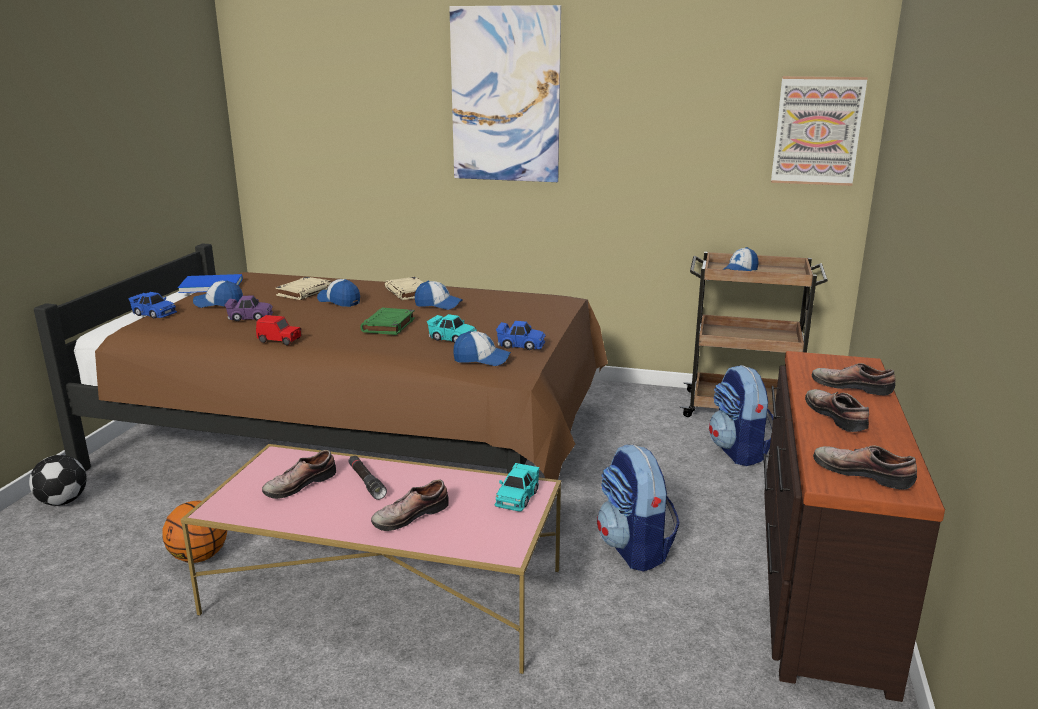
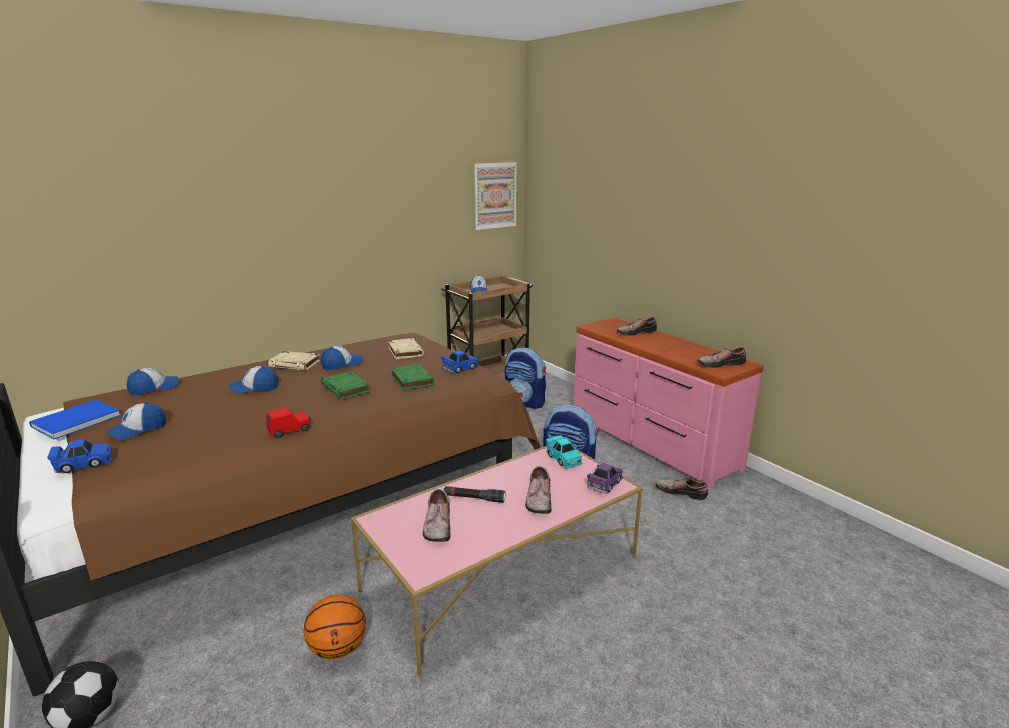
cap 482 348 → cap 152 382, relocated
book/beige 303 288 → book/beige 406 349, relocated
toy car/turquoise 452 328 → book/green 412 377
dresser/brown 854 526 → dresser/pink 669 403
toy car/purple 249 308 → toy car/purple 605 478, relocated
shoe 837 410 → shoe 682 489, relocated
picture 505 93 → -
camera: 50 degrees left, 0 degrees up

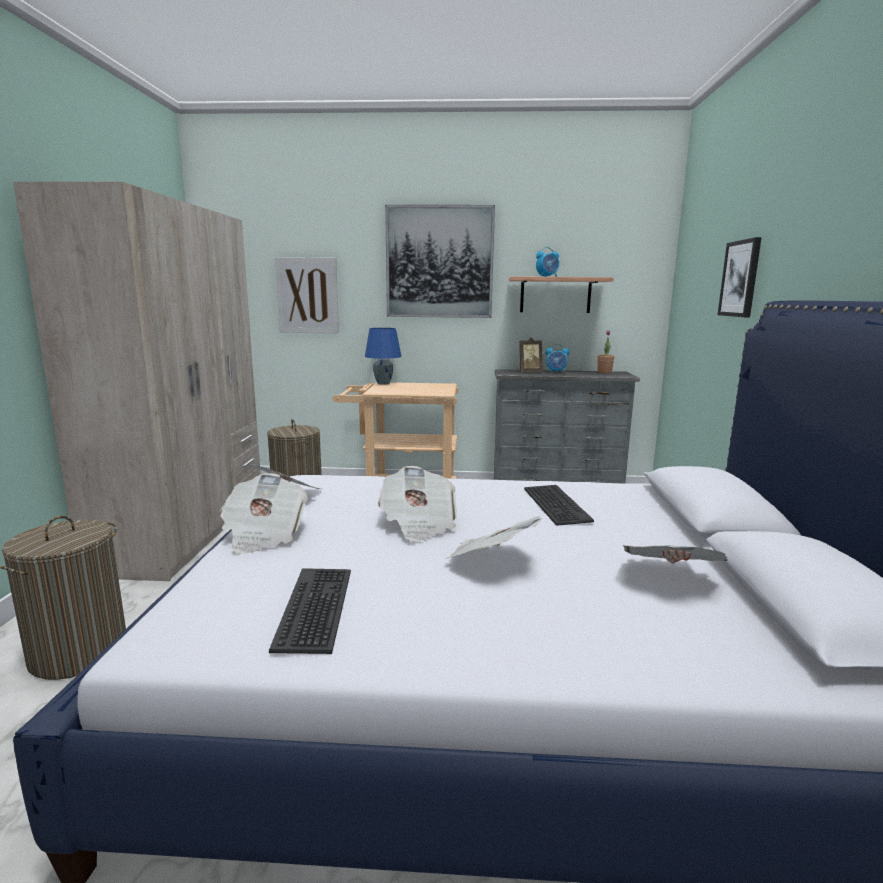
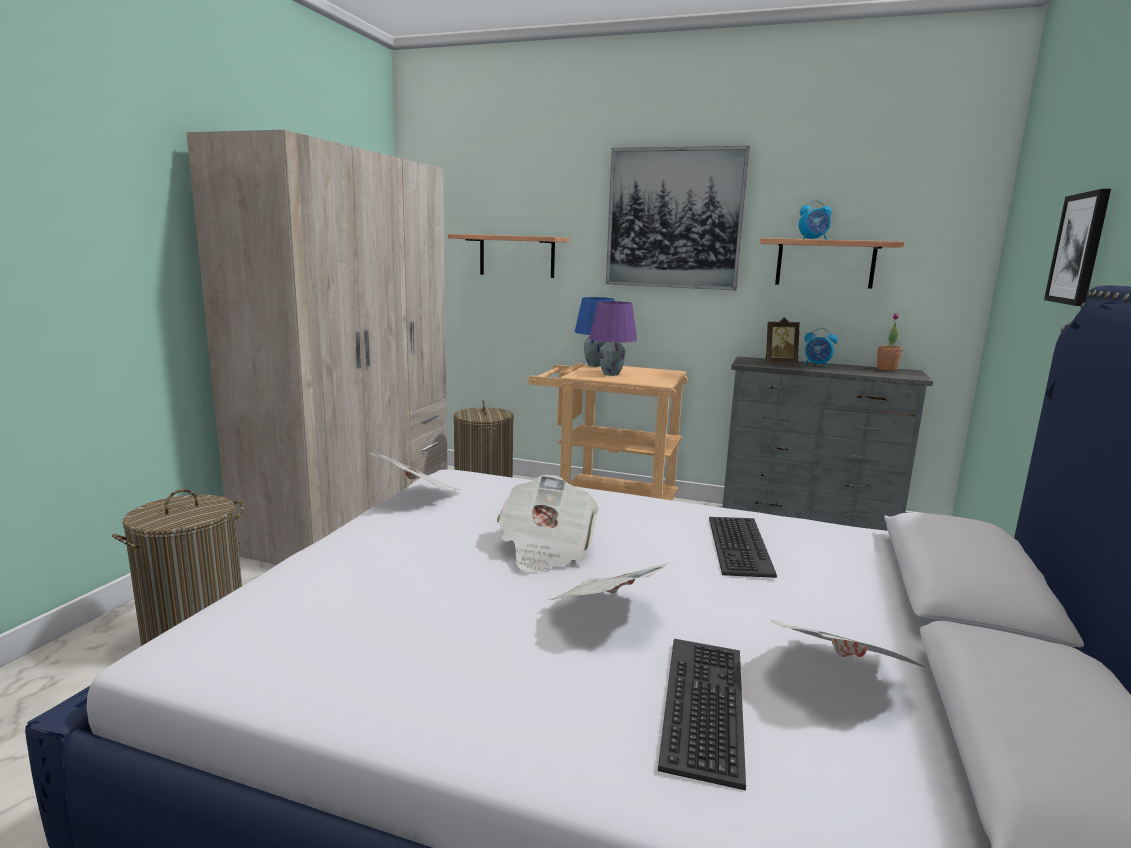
picture 307 295 → shelf 508 256
- → table lamp/purple 613 338
keyboard 310 611 → keyboard 702 715, relocated
newspaper 263 513 → -
camera: 15 degrees right, 0 degrees up

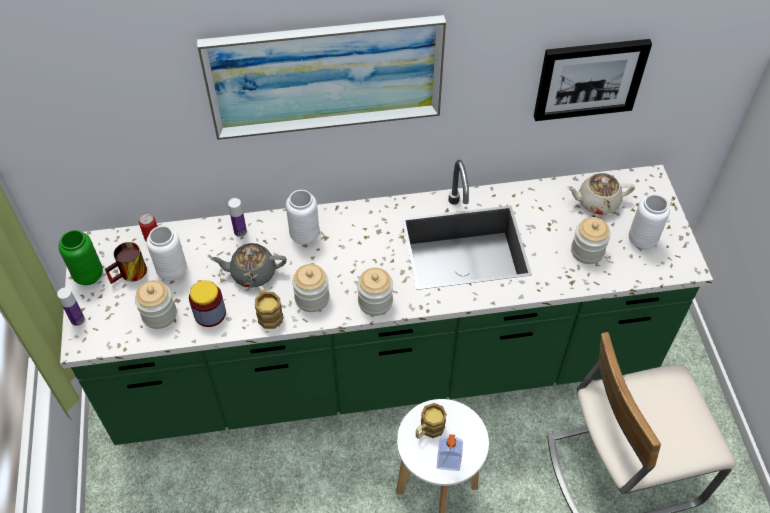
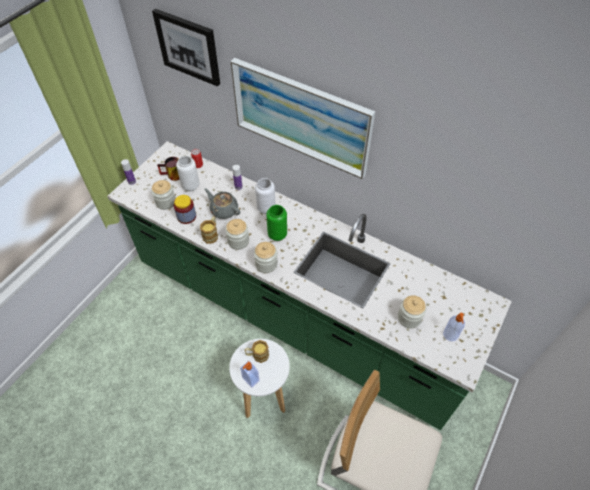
picture 593 80 → picture 186 48, relocated
vase/green 80 257 → vase/green 276 223, relocated
vase/white 649 221 → soap dispenser 454 327
teapot/beige 600 194 → -
camera: 40 degrees right, 0 degrees up

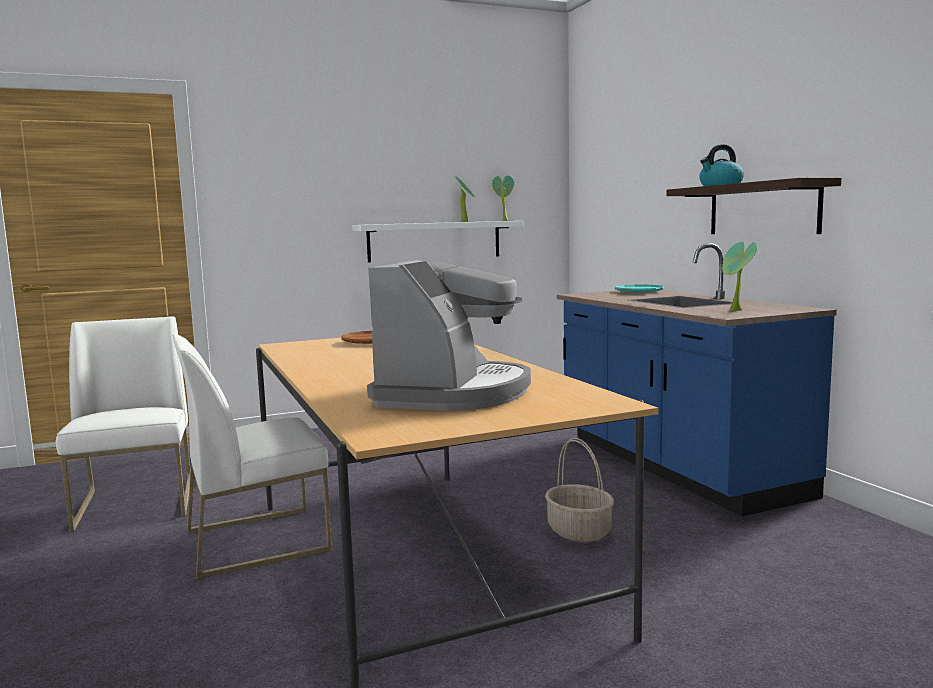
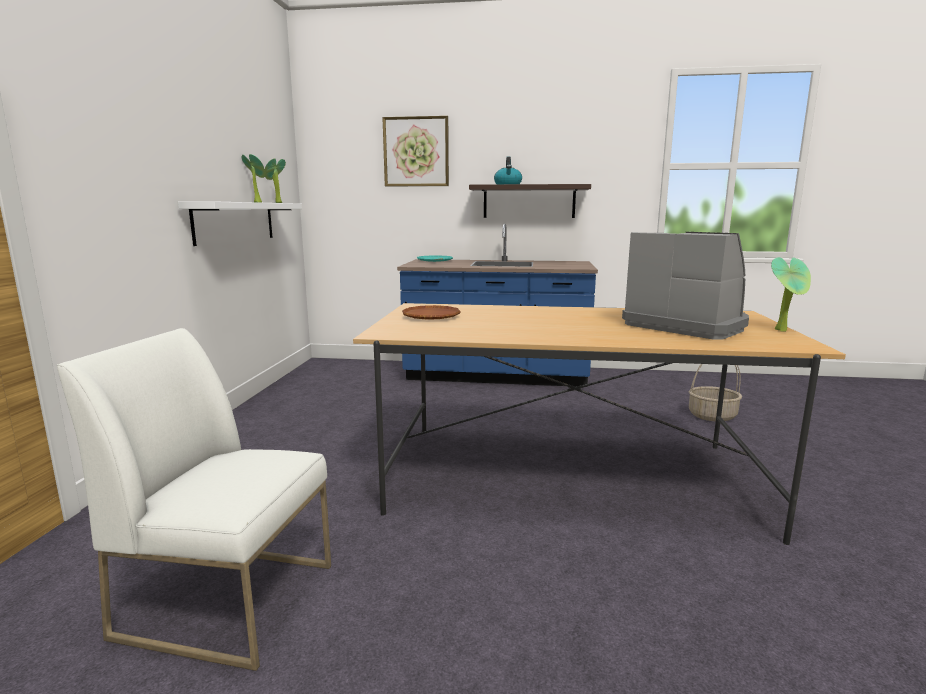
- → picture 415 151
basket 579 490 → basket 715 392, relocated
potted plant 739 276 → potted plant 791 294, relocated
chair/white 252 456 → -
camera: 60 degrees left, 5 degrees up

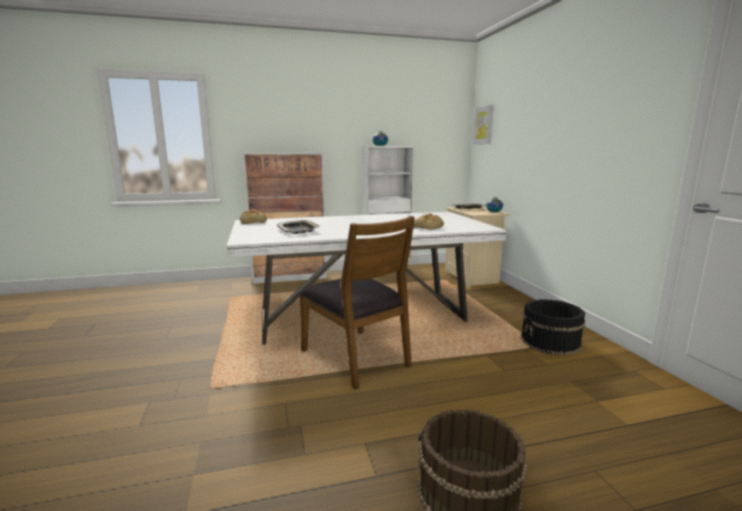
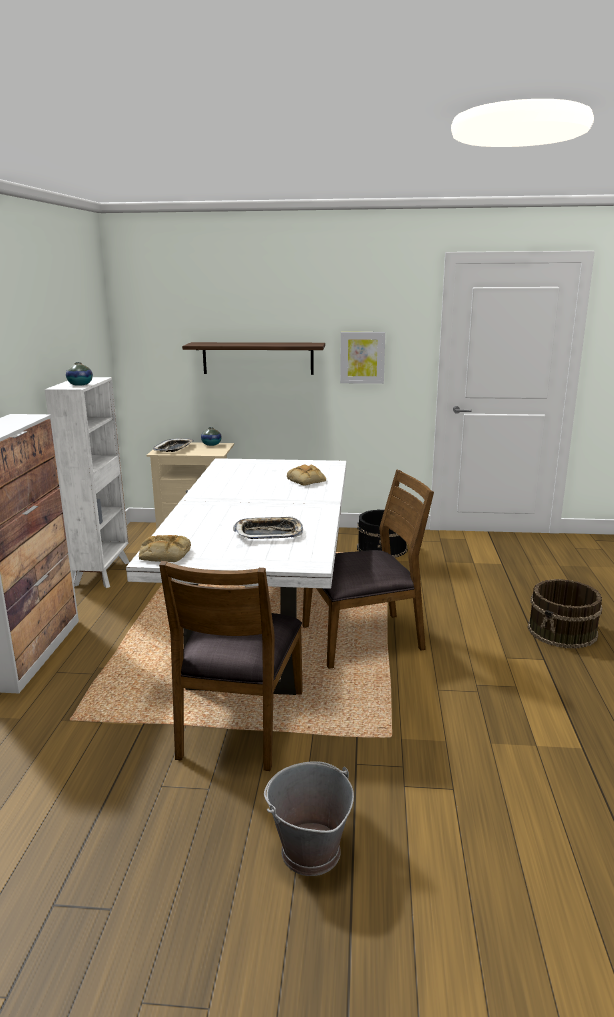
- → chair/brown 231 666
- → shelf 253 358
- → bucket/grey 309 818
picture 483 124 → picture 362 358, relocated
camera: 70 degrees left, 5 degrees up

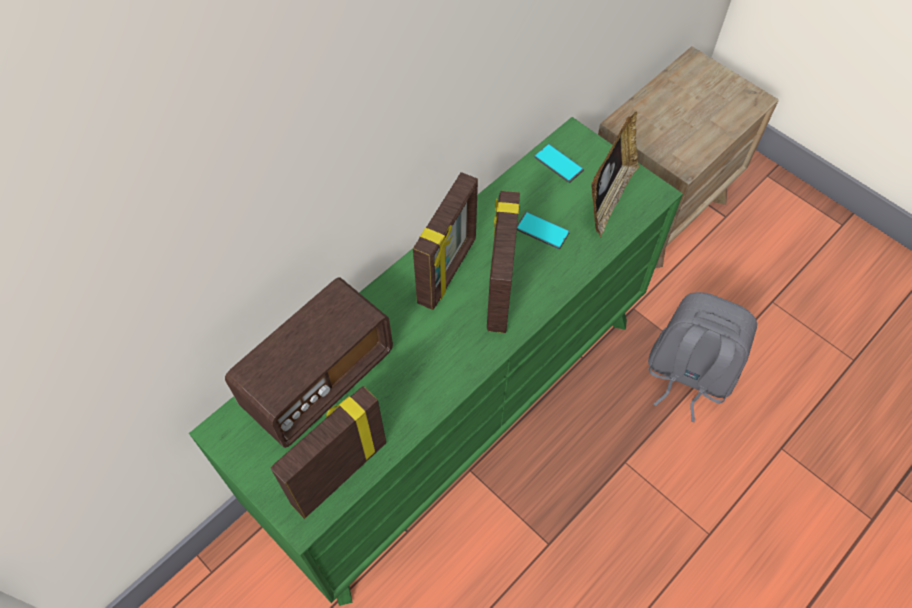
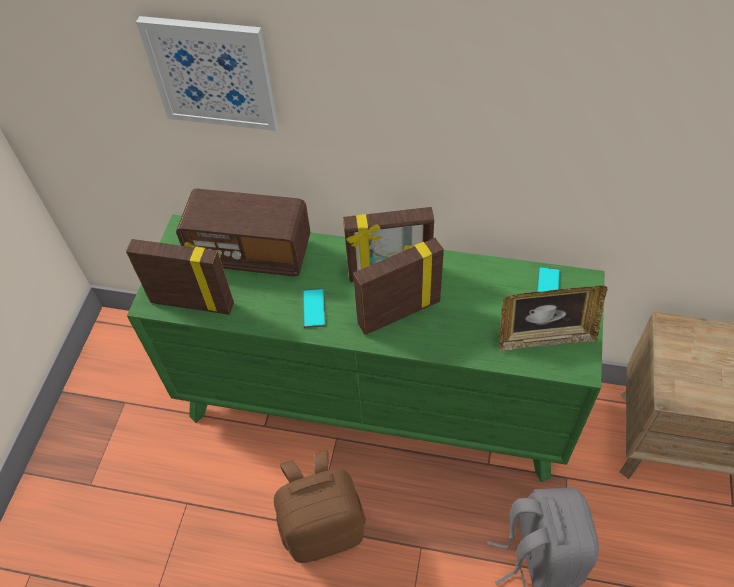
- → picture 207 73
- → backpack/brown 320 506
phone 543 230 → phone 314 308, relocated
camera: 60 degrees right, 5 degrees down

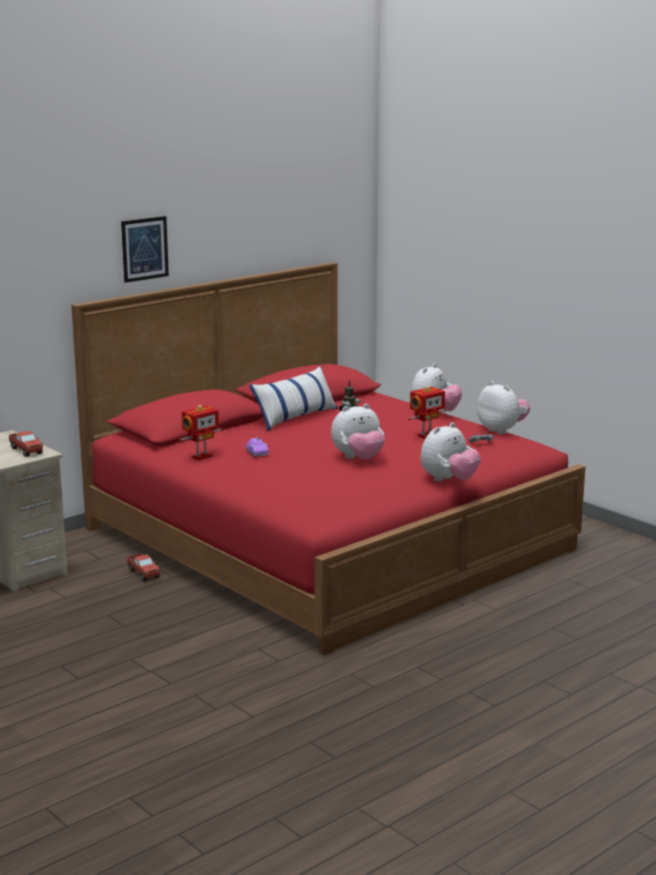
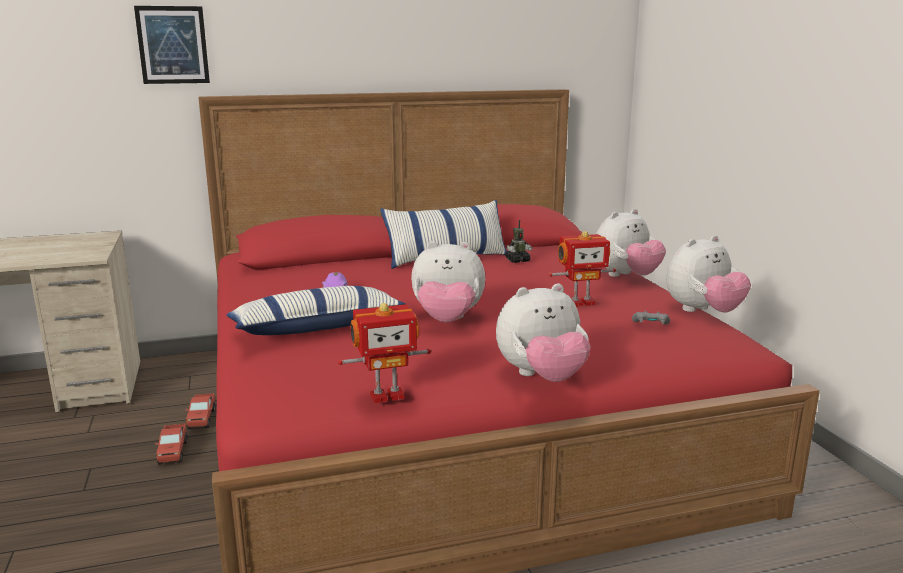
picture 145 249 → picture 172 45, relocated
toy truck 26 444 → toy truck 171 444, relocated
- → pillow 315 310
toy robot 200 432 → toy robot 384 353, relocated
plush toy 503 407 → plush toy 708 273, 75 degrees clockwise
camera: 25 degrees right, 0 degrees up

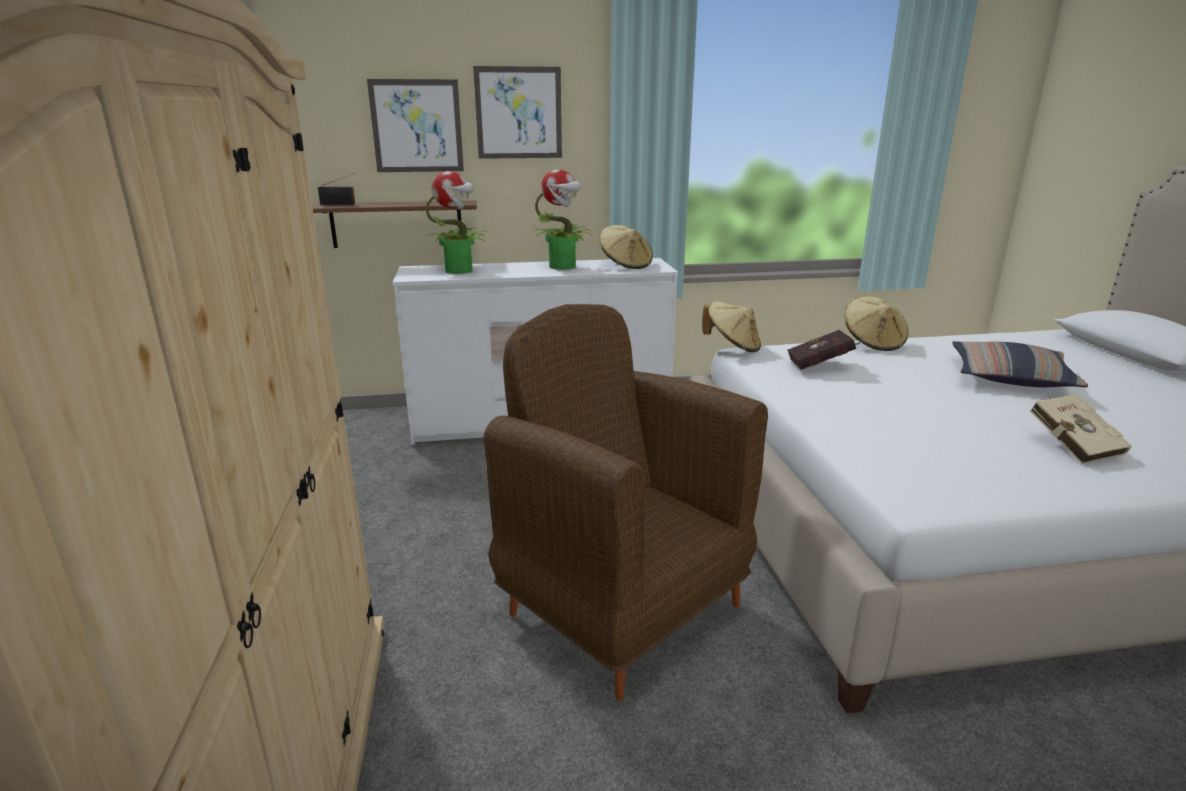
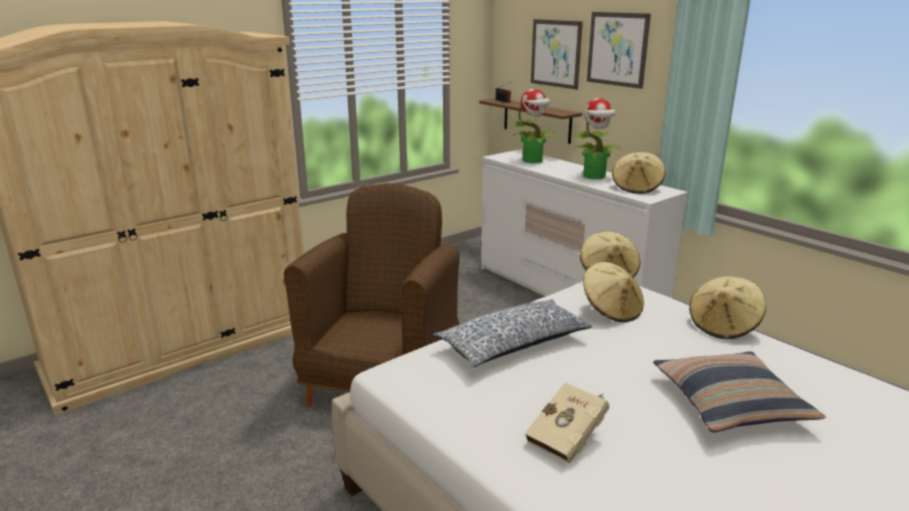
- → pillow 512 333
book/red 824 350 → hat/beige 613 292
camera: 60 degrees right, 0 degrees up

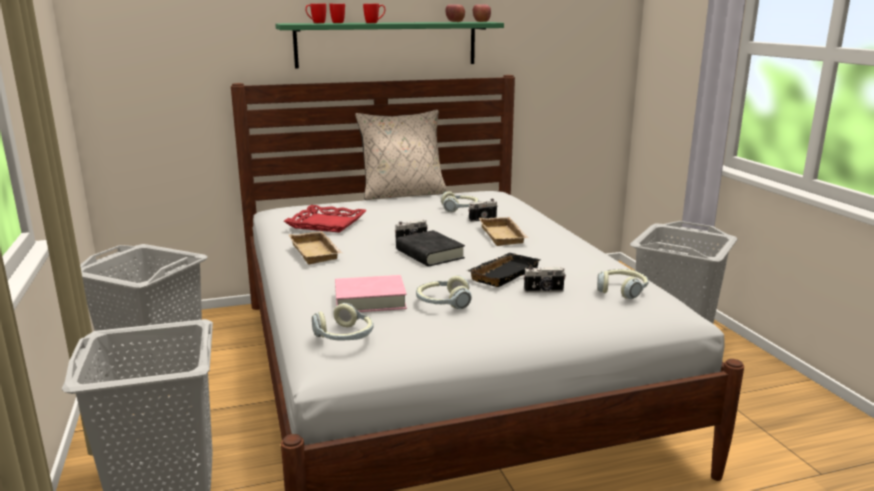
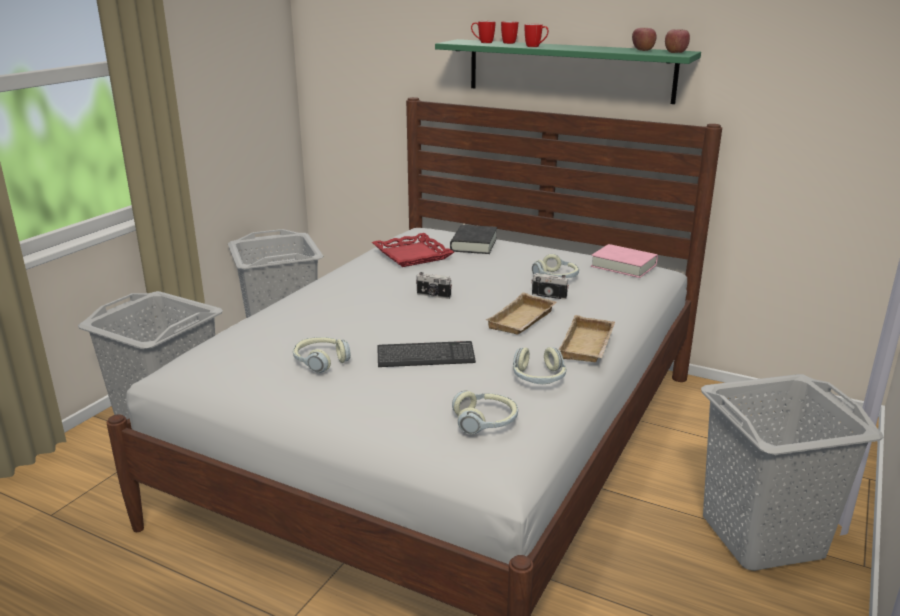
tray/black 503 270 → keyboard 426 354
book/black 430 248 → book/black 473 239, relocated
headphones 343 322 → headphones 540 365, relocated
tray/beige 315 247 → tray/beige 586 338, relocated
book/pink 371 293 → book/pink 624 261, relocated
pillow/beige 401 155 → -
photo camera 544 279 → -
camera: 45 degrees right, 5 degrees up

